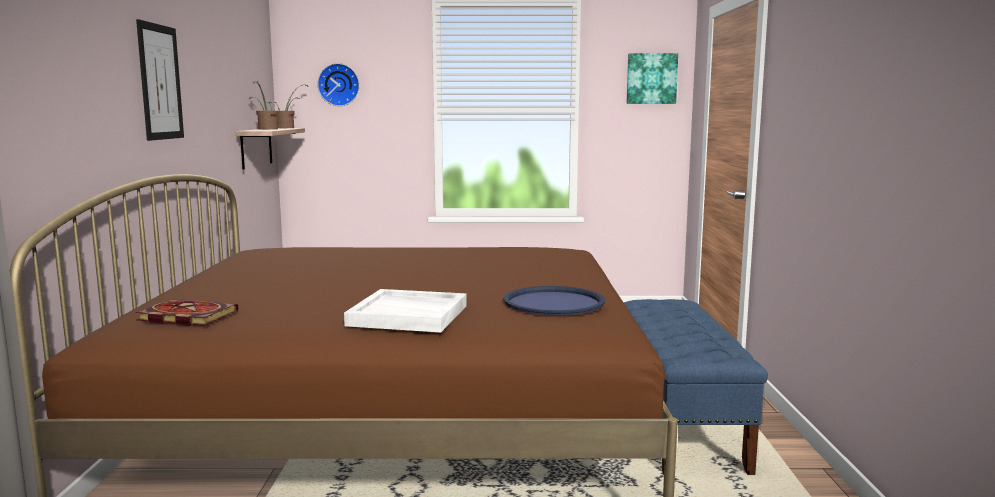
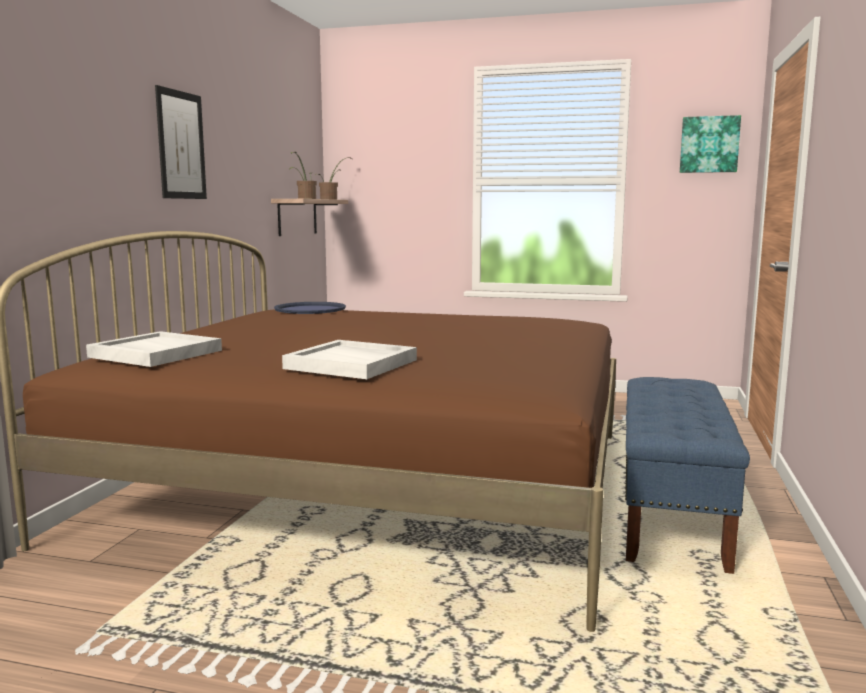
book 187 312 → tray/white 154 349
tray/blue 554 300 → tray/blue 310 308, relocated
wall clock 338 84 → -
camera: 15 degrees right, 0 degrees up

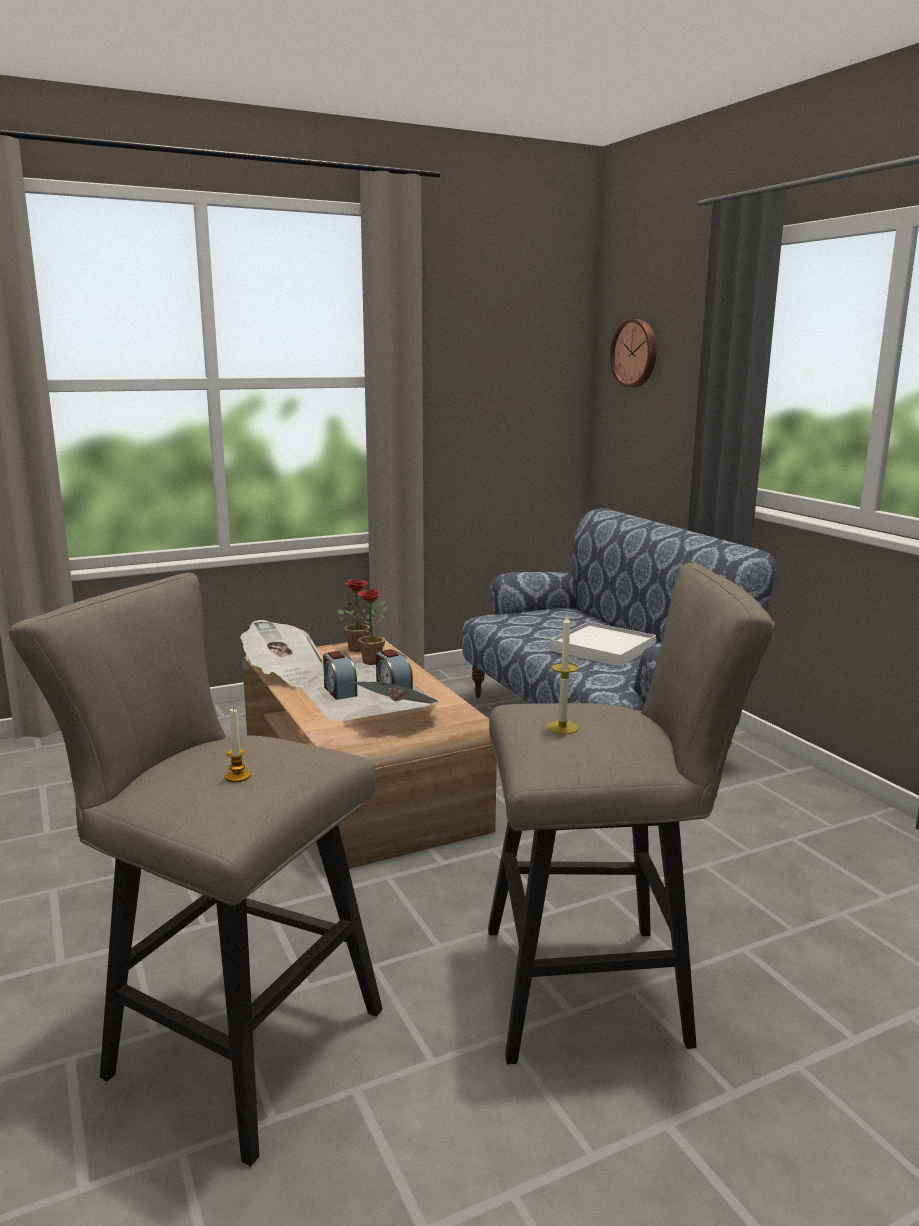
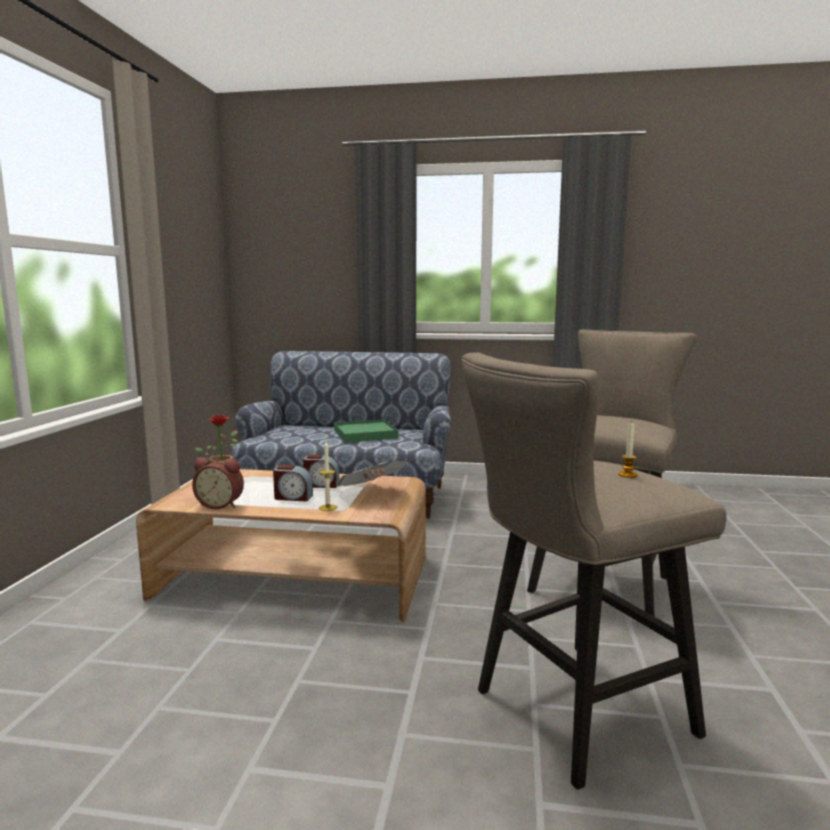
newspaper 282 653 → alarm clock 218 483
candle 563 675 → candle 328 476, relocated
tray/white 603 644 → tray/green 366 430
potted plant 366 627 → -
wall clock 633 353 → -
camera: 55 degrees left, 5 degrees down

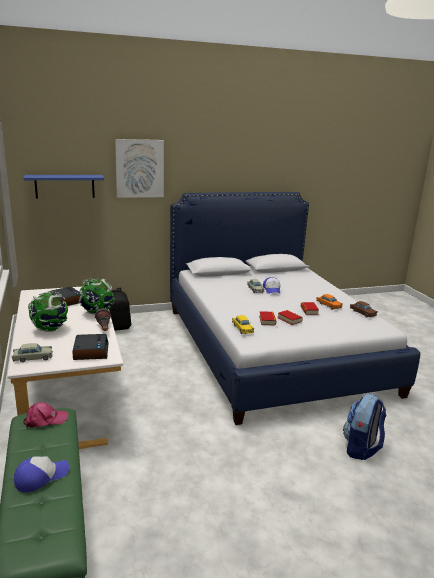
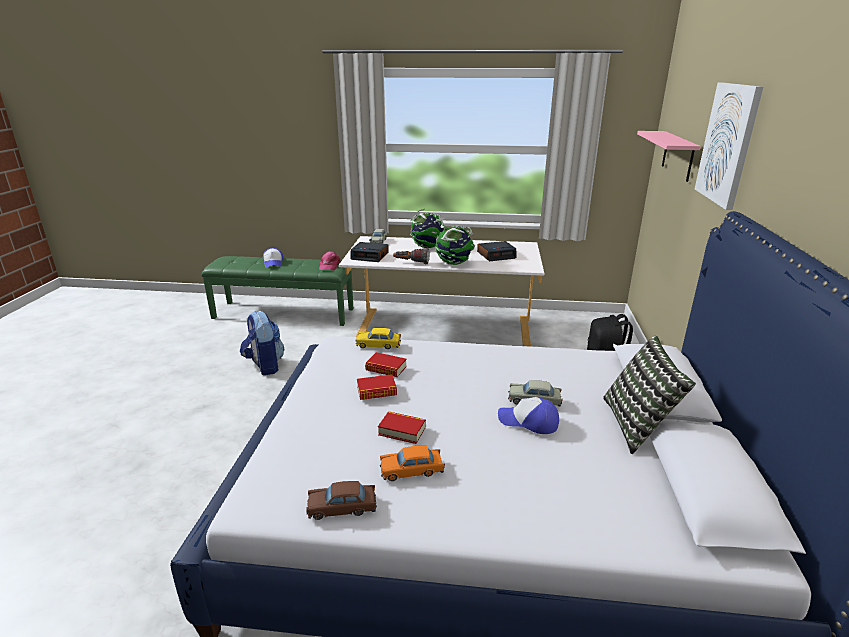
backpack 364 427 → backpack 262 343, relocated
- → pillow 649 395
shelf/blue 63 186 → shelf/pink 669 156
camera: 115 degrees right, 5 degrees up

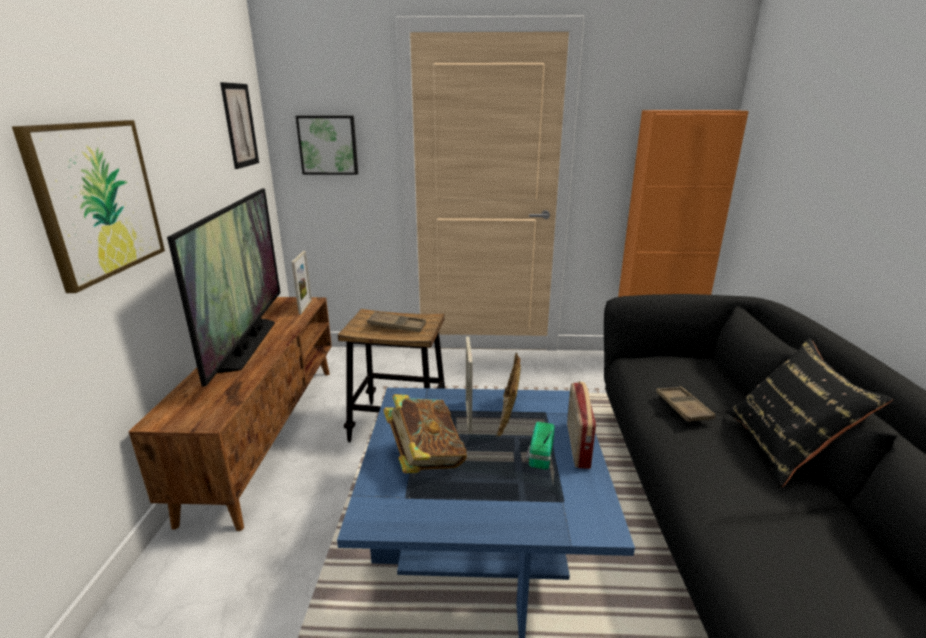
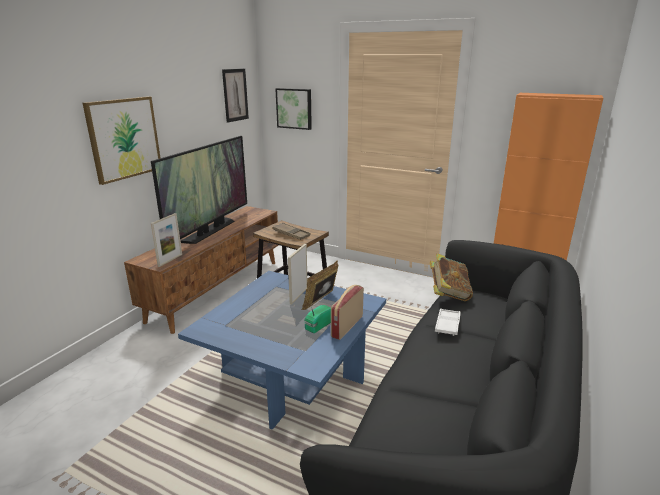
picture frame 302 283 → picture frame 166 240, relocated
book 425 433 → book 451 277, relocated
tray/brown 685 404 → tray/white 448 322
pillow/black 810 412 → -
camera: 25 degrees right, 0 degrees up

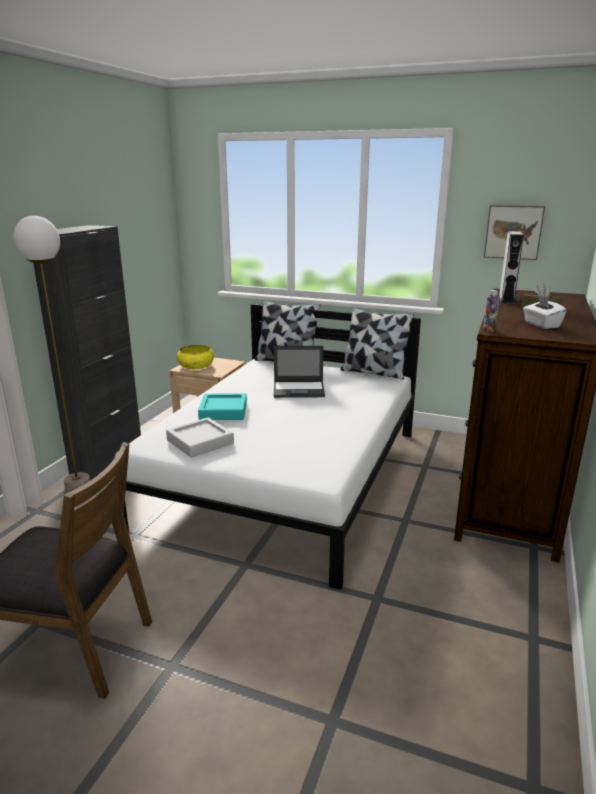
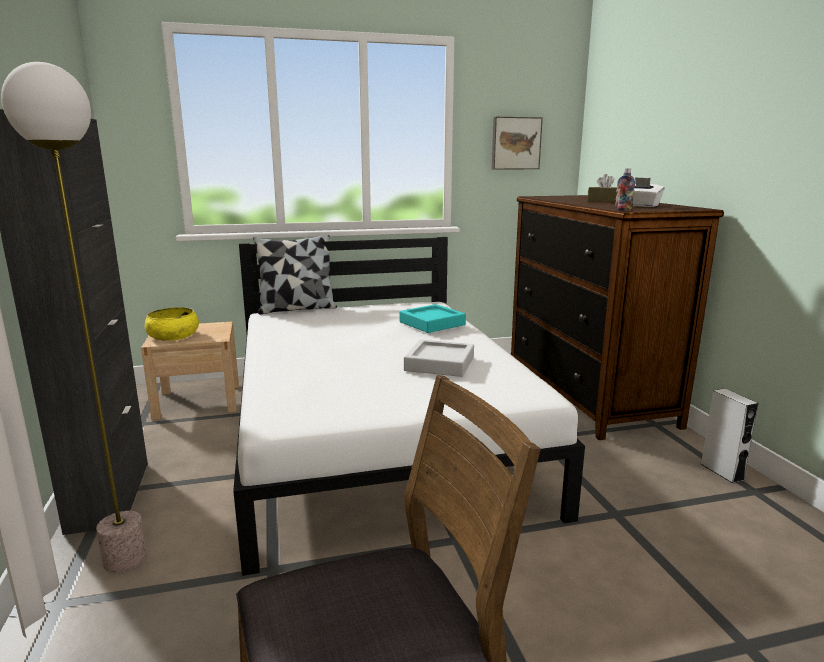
tray/turquoise 222 406 → tray/turquoise 432 318, relocated
tray/grey 200 437 → tray/grey 439 358, relocated
speaker/grey 511 267 → speaker/grey 729 436, relocated
laptop 299 372 → -
pillow 377 343 → -
camera: 35 degrees left, 5 degrees down

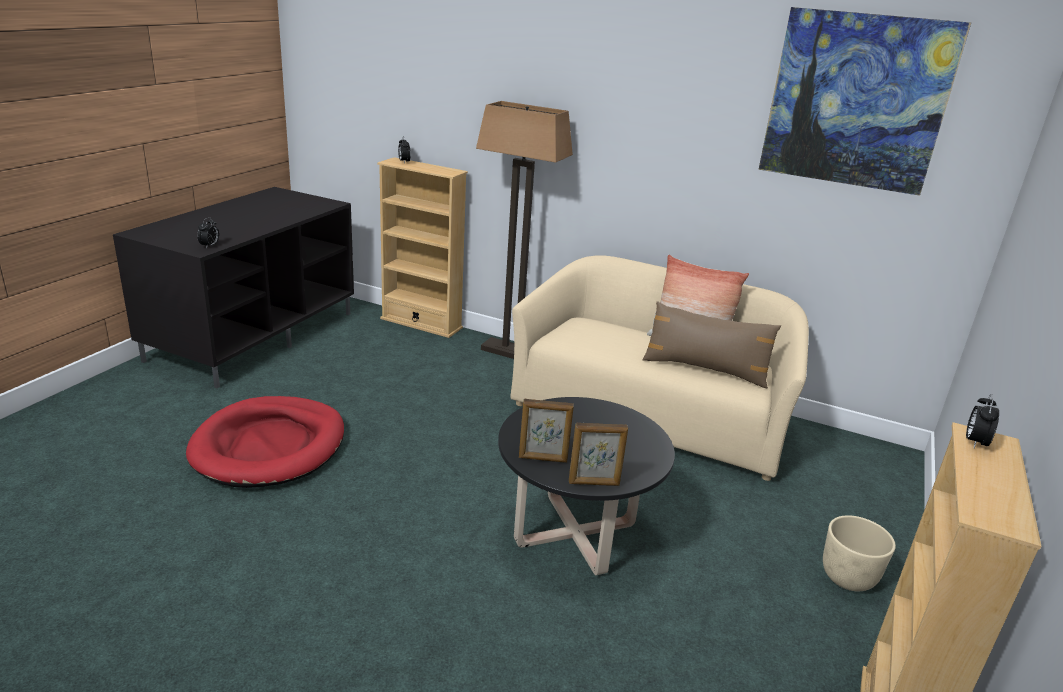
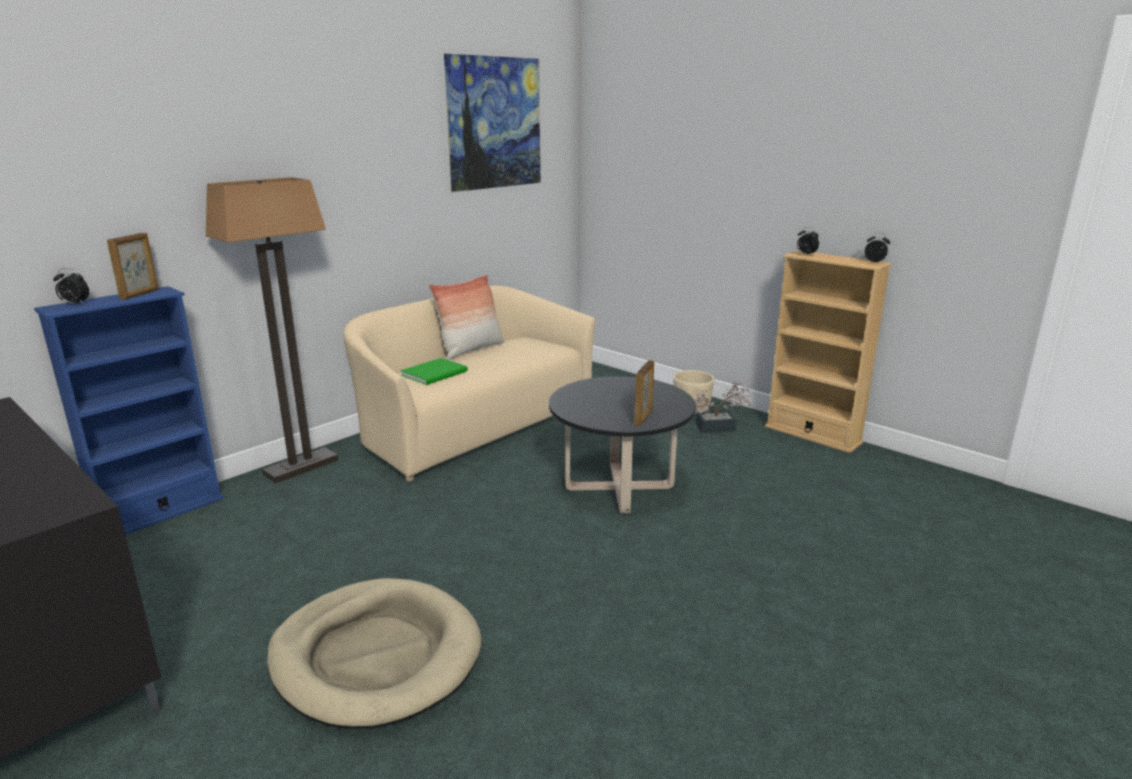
bookcase/beige 422 247 → bookcase/blue 129 410
picture frame 598 454 → picture frame 132 266, relocated
dog bed/red 265 442 → dog bed/beige 374 653
- → book/green 434 371
- → potted plant 723 407
alarm clock 208 233 → alarm clock 877 247, relocated
pillow/brown 711 344 → -
camera: 70 degrees left, 5 degrees down

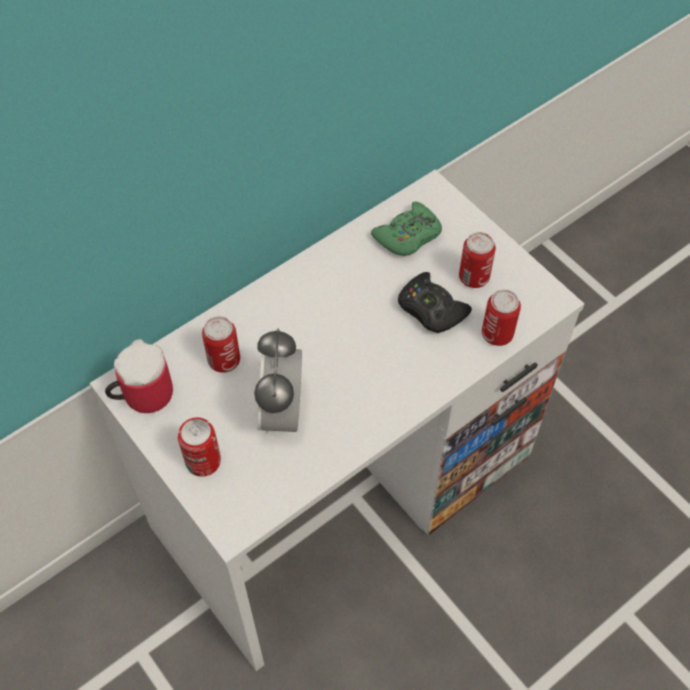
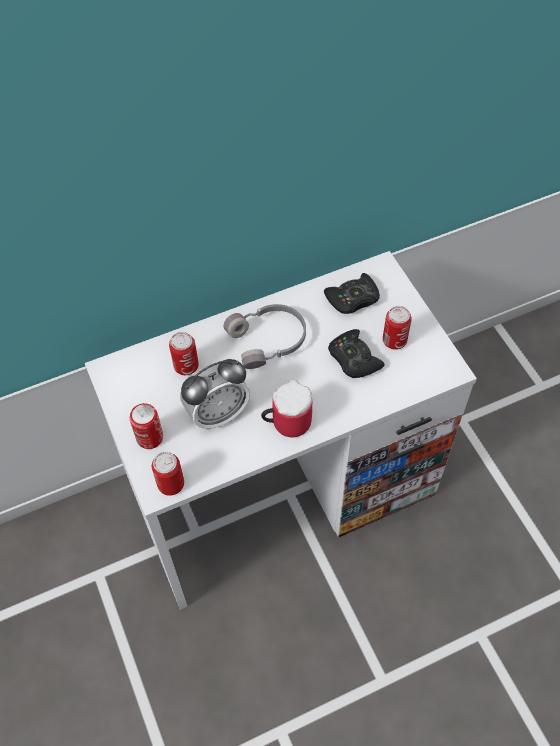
can 501 318 → can 168 474, relocated
alarm clock 278 381 → alarm clock 215 394, 135 degrees counterclockwise
- → headphones/grey 265 336
mug 139 376 → mug 286 408, relocated
game controller/green 406 228 → game controller/black 352 293
camera: 15 degrees right, 0 degrees up

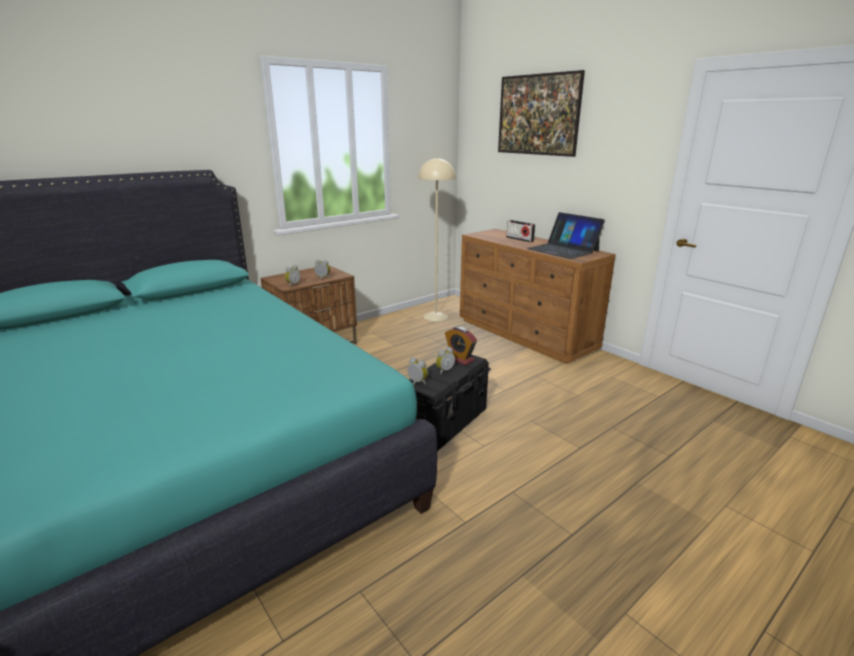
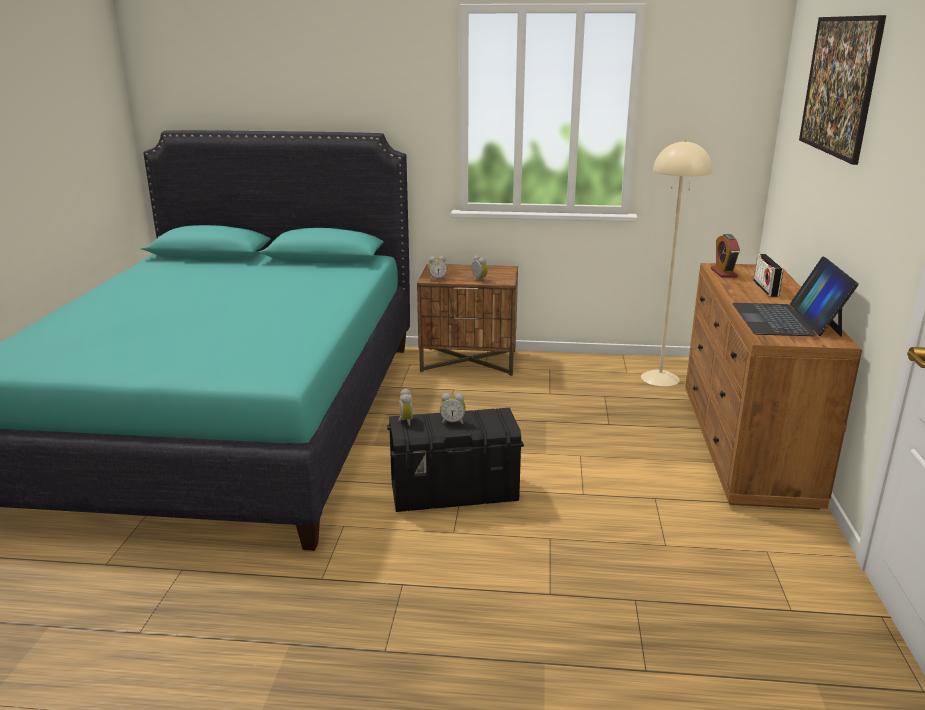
alarm clock 461 346 → alarm clock 725 256, relocated
camera: 45 degrees right, 0 degrees up

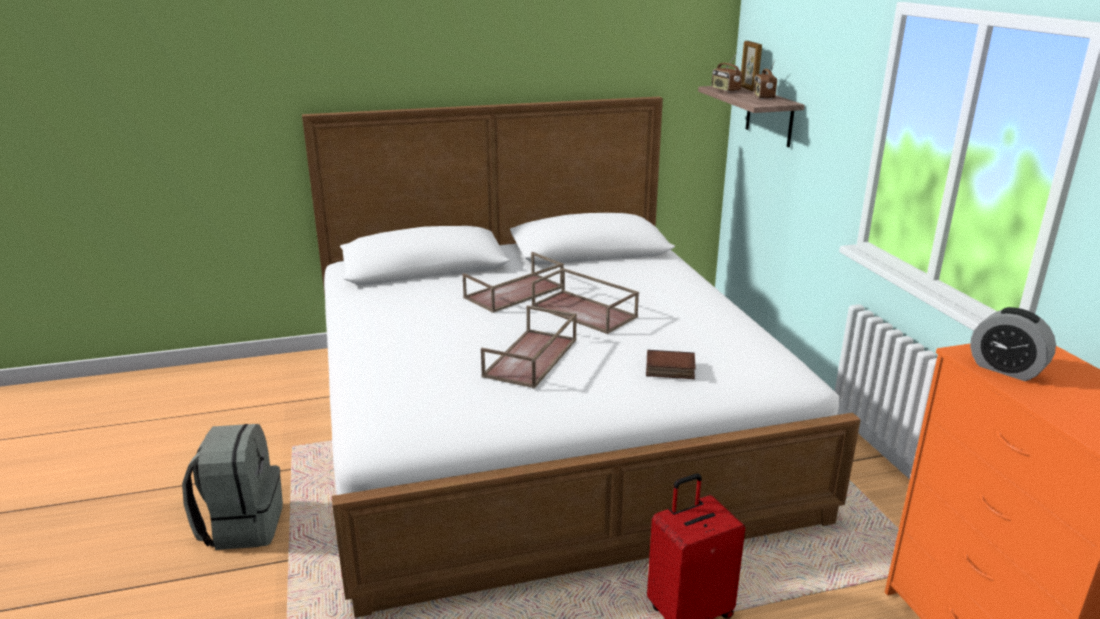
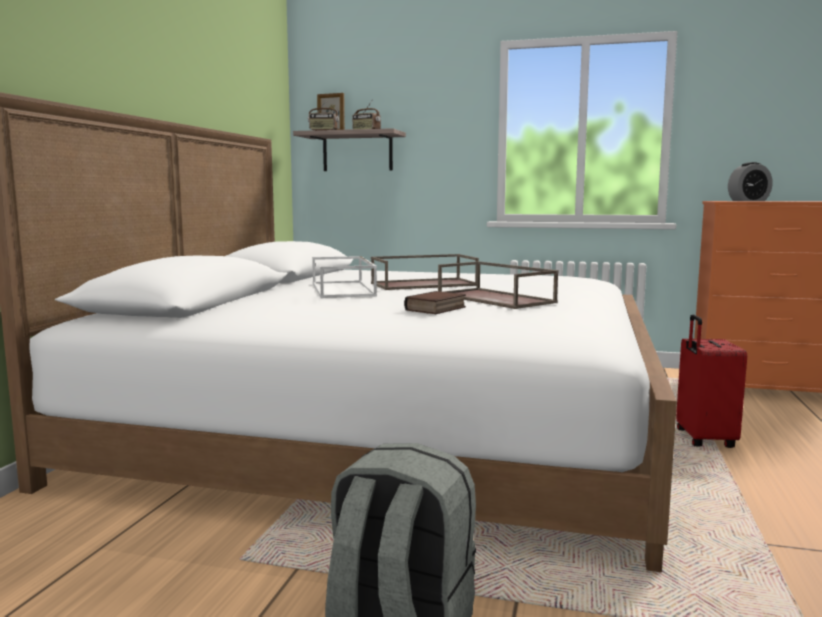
tray/brown 513 282 → tray/white 344 277
book 671 364 → book 435 302, relocated
camera: 60 degrees left, 15 degrees down

